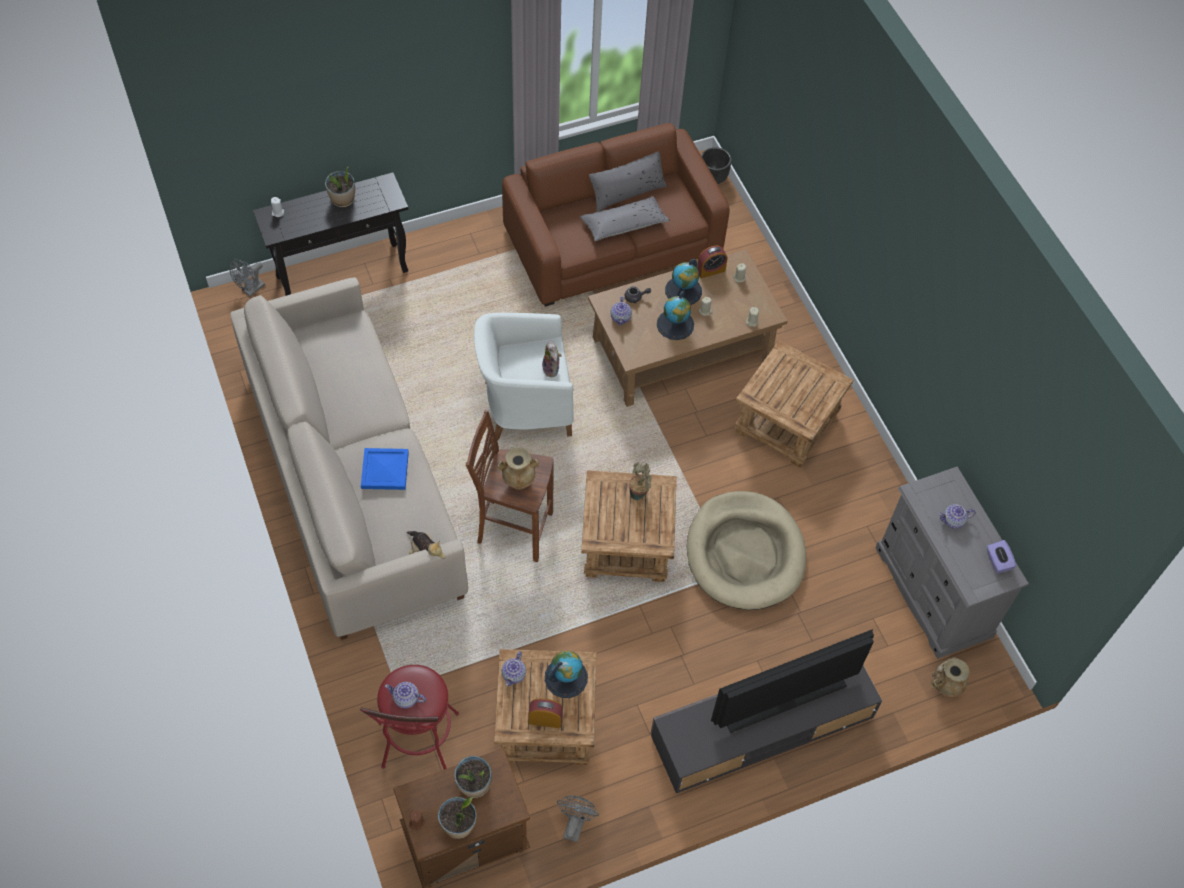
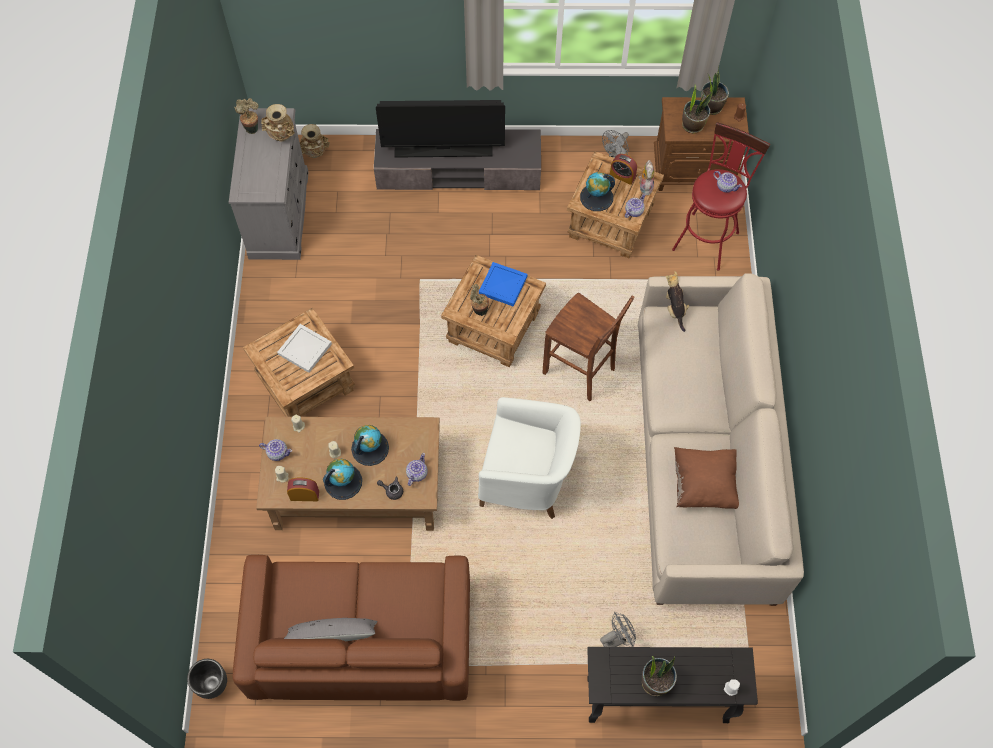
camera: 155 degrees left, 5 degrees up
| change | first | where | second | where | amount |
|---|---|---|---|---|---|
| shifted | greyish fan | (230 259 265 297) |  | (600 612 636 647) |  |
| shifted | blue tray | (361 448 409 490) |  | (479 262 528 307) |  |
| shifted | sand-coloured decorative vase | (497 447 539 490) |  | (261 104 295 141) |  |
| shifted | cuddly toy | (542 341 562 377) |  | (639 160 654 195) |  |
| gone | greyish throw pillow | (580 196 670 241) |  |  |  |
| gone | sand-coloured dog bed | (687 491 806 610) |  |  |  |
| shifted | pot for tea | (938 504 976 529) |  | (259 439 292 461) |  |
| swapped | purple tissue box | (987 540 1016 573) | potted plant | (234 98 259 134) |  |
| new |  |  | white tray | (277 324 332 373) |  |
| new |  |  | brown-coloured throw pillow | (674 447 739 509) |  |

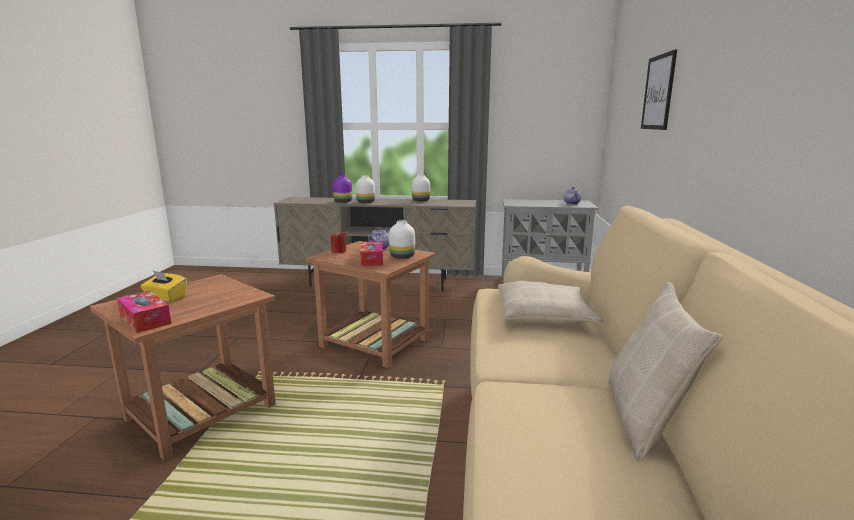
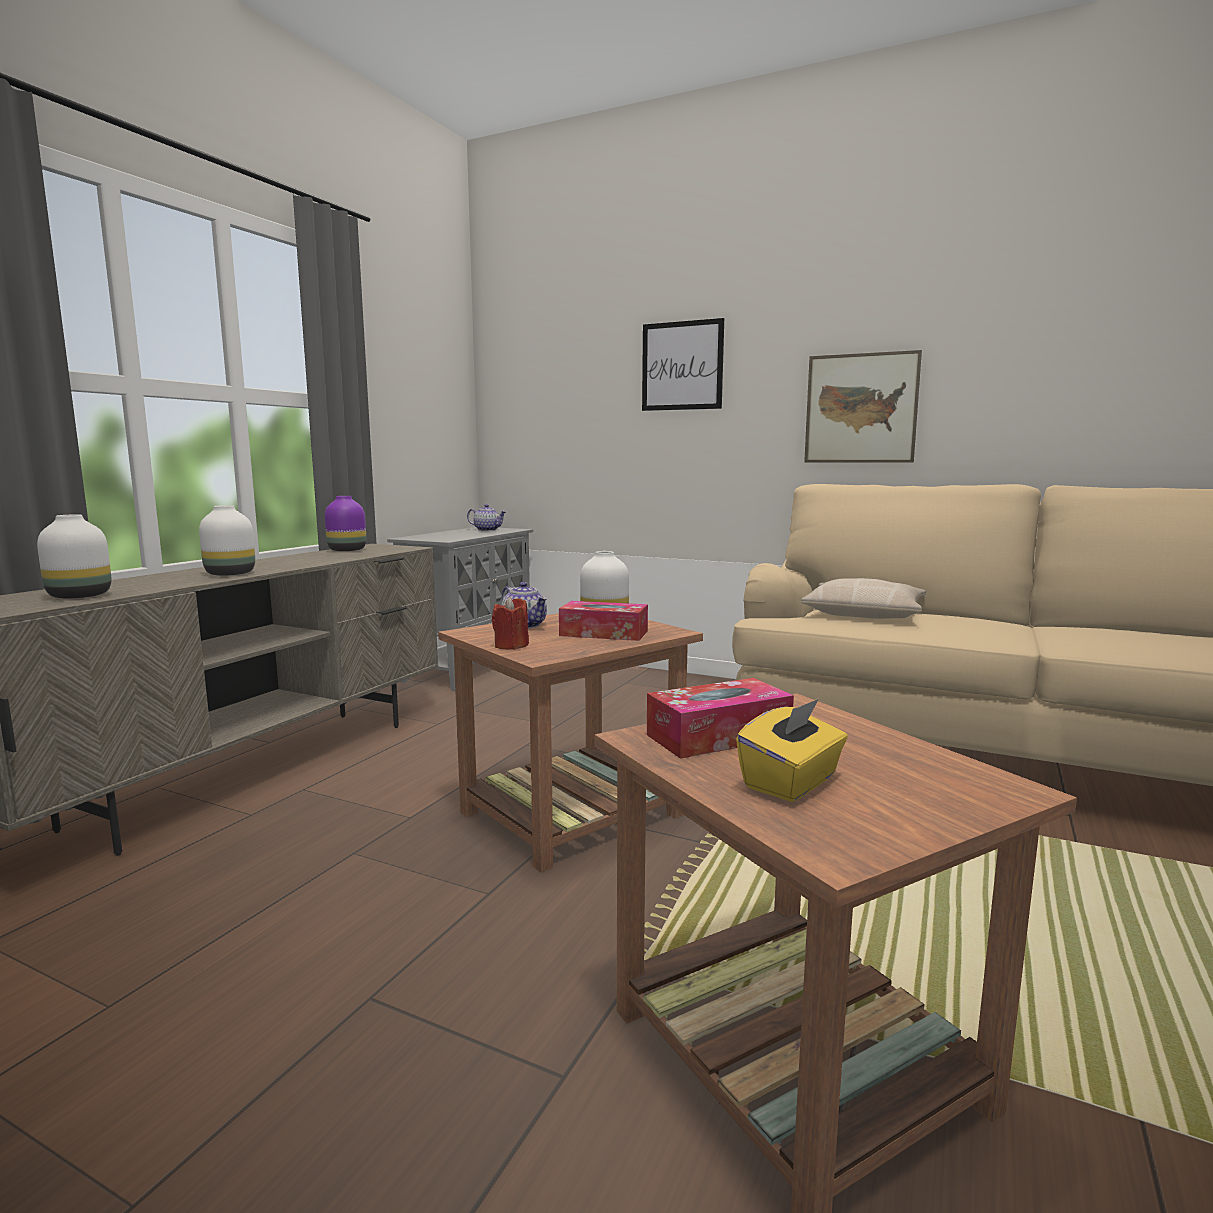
camera: 70 degrees left, 5 degrees down
| change | first | where | second | where | amount |
|---|---|---|---|---|---|
| shifted | tissue box | (117 291 171 333) |  | (647 678 794 759) |  |
| shifted | purple decorative vase | (333 175 352 203) |  | (325 496 366 551) |  |
| shifted | white decorative vase | (412 174 430 202) |  | (37 514 111 598) |  |
| gone | sand-coloured throw pillow | (608 282 722 461) |  |  |  |
| new |  |  | wall art | (804 350 922 463) |  |

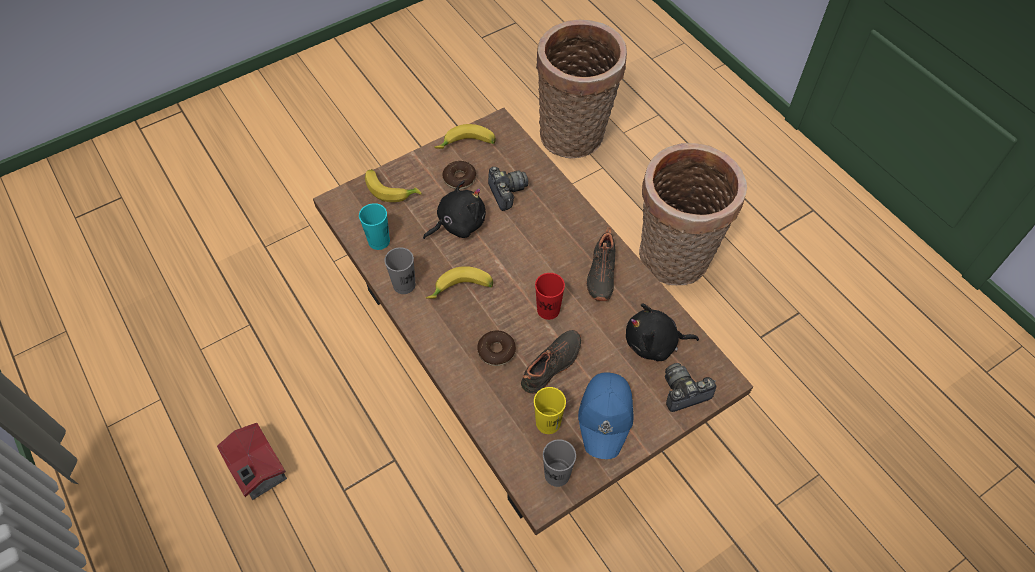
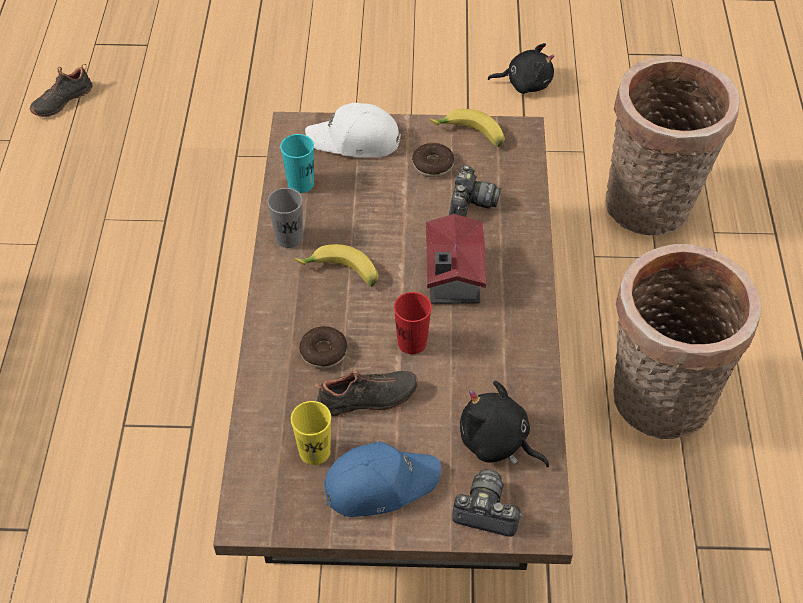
camera: 35 degrees right, 5 degrees down
| change | first | where | second | where | amount |
|---|---|---|---|---|---|
| shifted | model house | (217 423 287 500) |  | (426 214 486 304) |  |
| swapped | whole banana | (365 169 421 202) | white baseball cap | (305 103 401 157) |  |
| shifted | black-coloured cuddly toy | (423 181 486 239) |  | (488 43 554 94) |  |
| gone | greyish drinking cup | (543 439 576 487) |  |  |  |
| rotated | blue baseball cap | (578 373 634 459) |  | (324 441 441 517) | 150 degrees counterclockwise |
| shifted | black-coloured low shoe | (587 227 615 301) |  | (30 64 93 117) |  |

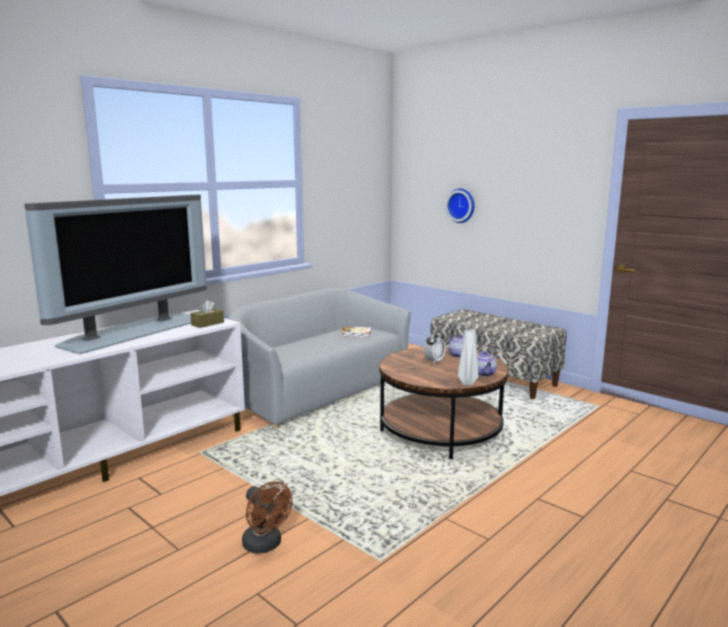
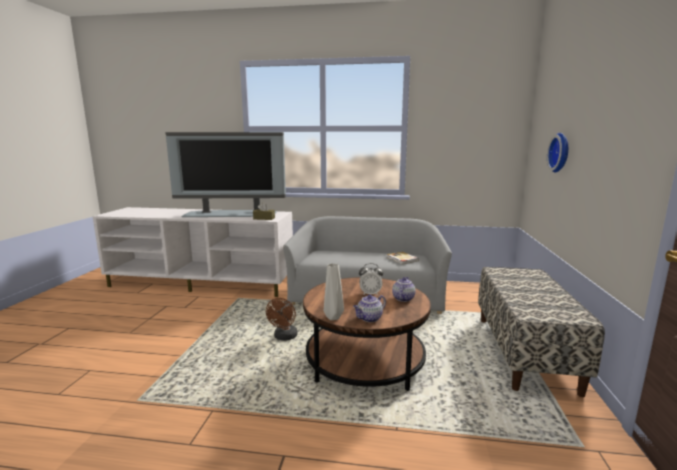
camera: 55 degrees right, 0 degrees up
| change | first | where | second | where | amount |
|---|---|---|---|---|---|
| shifted | brown-coloured fan | (242 481 293 553) |  | (266 298 298 340) |  |

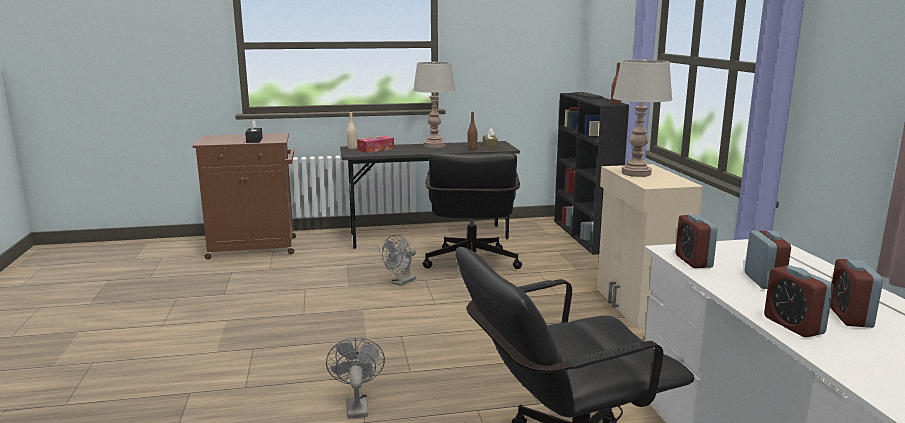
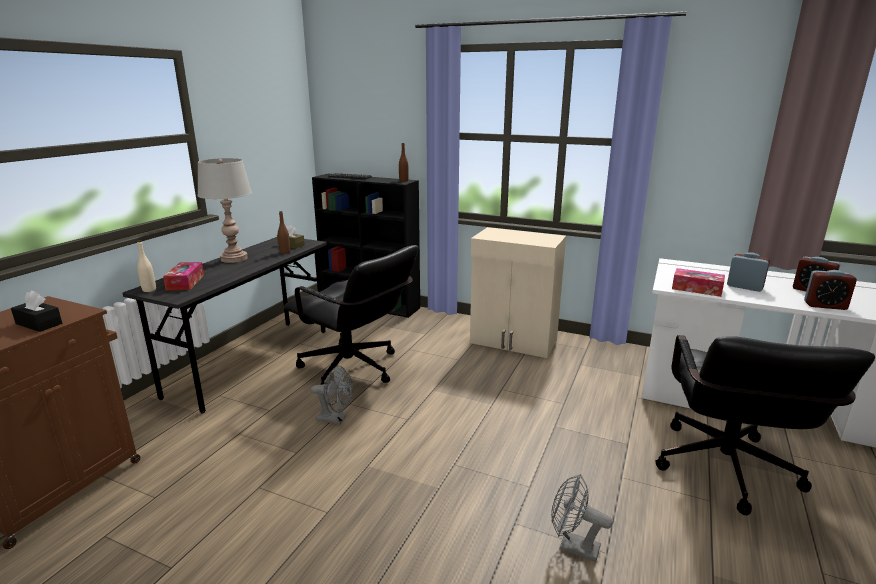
camera: 55 degrees left, 5 degrees up
| change | first | where | second | where | amount |
|---|---|---|---|---|---|
| rotated | greyish fan | (382 235 416 286) |  | (311 366 353 424) | 60 degrees counterclockwise |
| gone | greyish table lamp | (613 59 672 177) |  |  |  |
| swapped | table clock | (675 214 718 268) | tissue box | (672 268 725 297) |  |

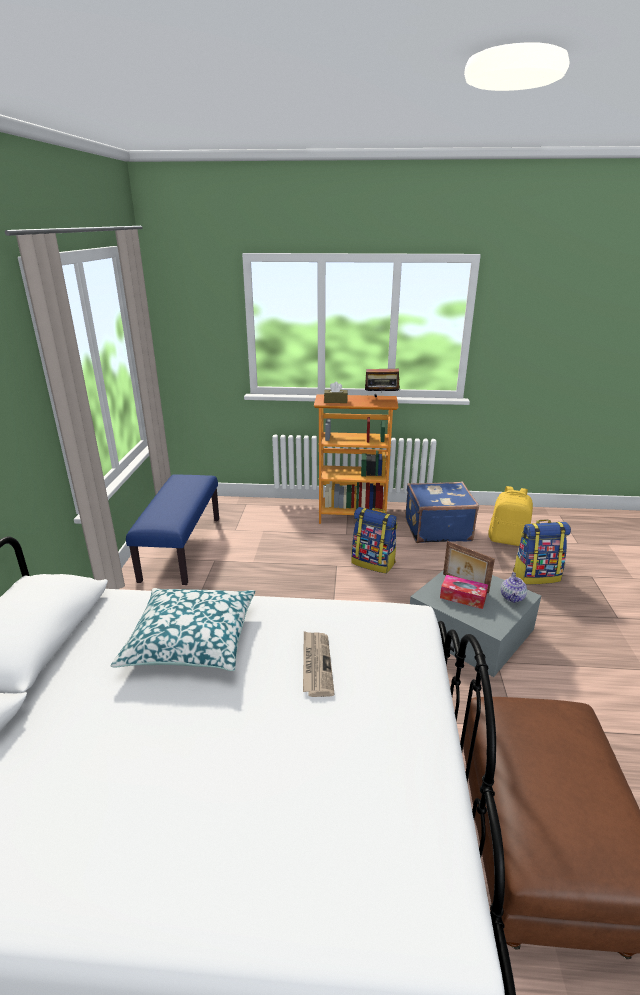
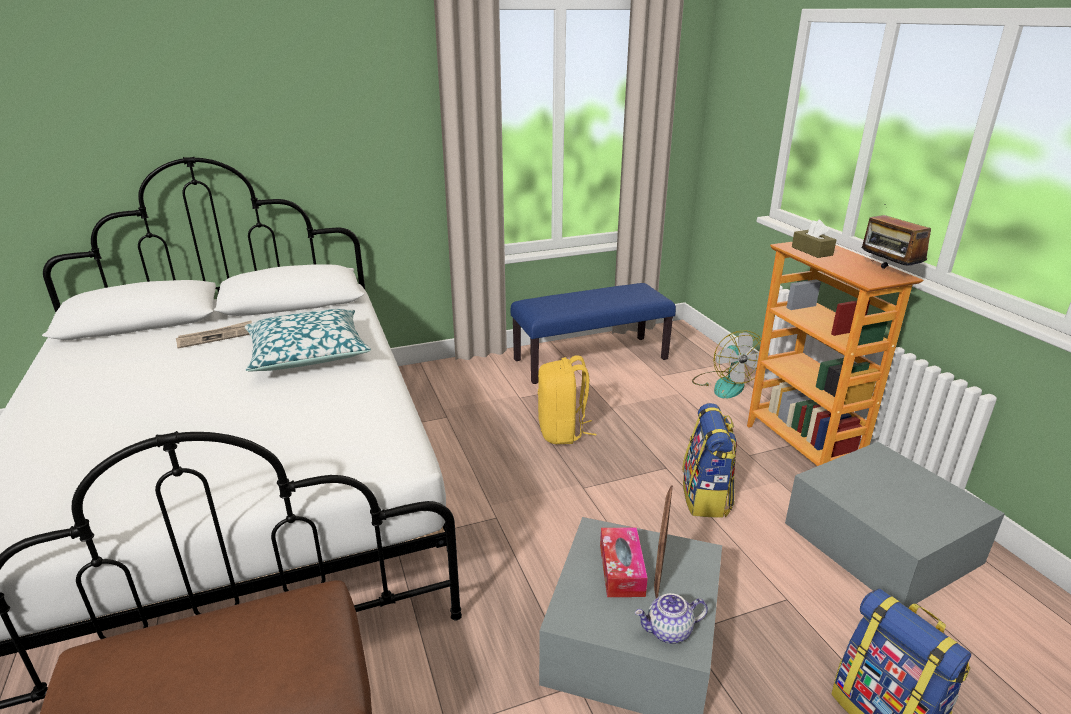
camera: 65 degrees right, 0 degrees up
| change | first | where | second | where | amount |
|---|---|---|---|---|---|
| shifted | printed paper | (303 631 335 697) |  | (176 320 252 348) |  |
| swapped | blue suitcase | (405 481 479 543) | greyish storage container | (785 442 1005 608) |  |
| shifted | yellowish knapsack | (488 486 533 546) |  | (538 355 596 444) |  |
| new |  |  | fan | (692 331 761 398) |  |

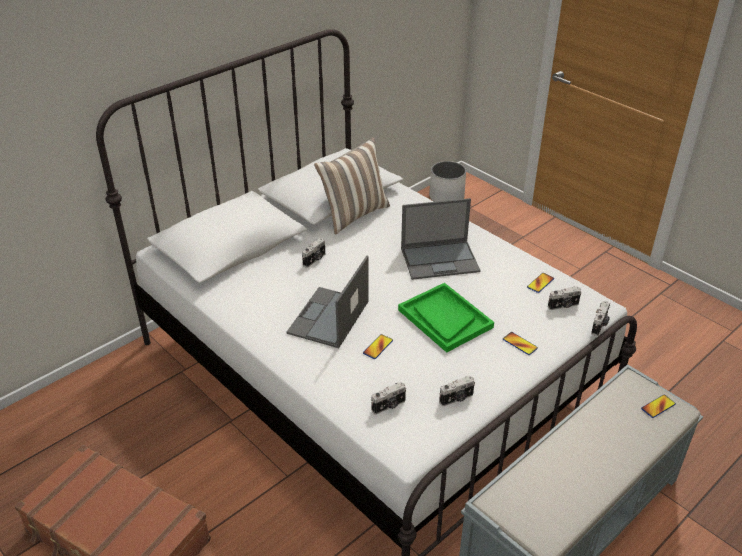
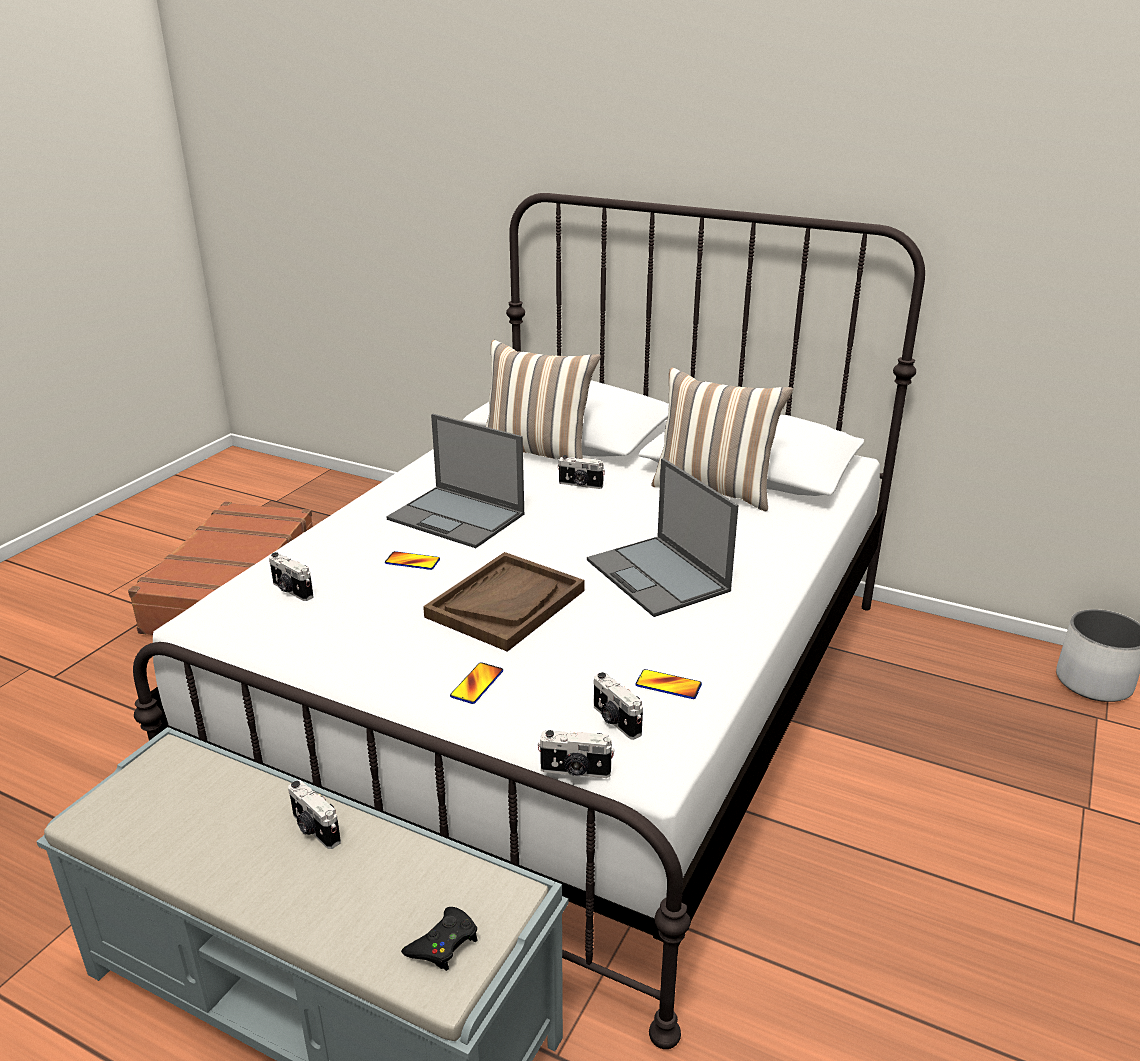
camera: 70 degrees right, 10 degrees down
| change | first | where | second | where | amount |
|---|---|---|---|---|---|
| rotated | laptop | (287 256 369 348) |  | (386 414 525 548) | 150 degrees counterclockwise |
| repainted | green tray | (398 283 494 353) | brown-coloured tray | (423 552 585 652) |  |
| shifted | photo camera | (439 376 475 406) |  | (288 780 341 849) |  |
| swapped | phone | (641 395 676 418) | black-coloured game controller | (401 907 477 971) |  |
| new |  |  | throw pillow | (486 340 601 460) |  |

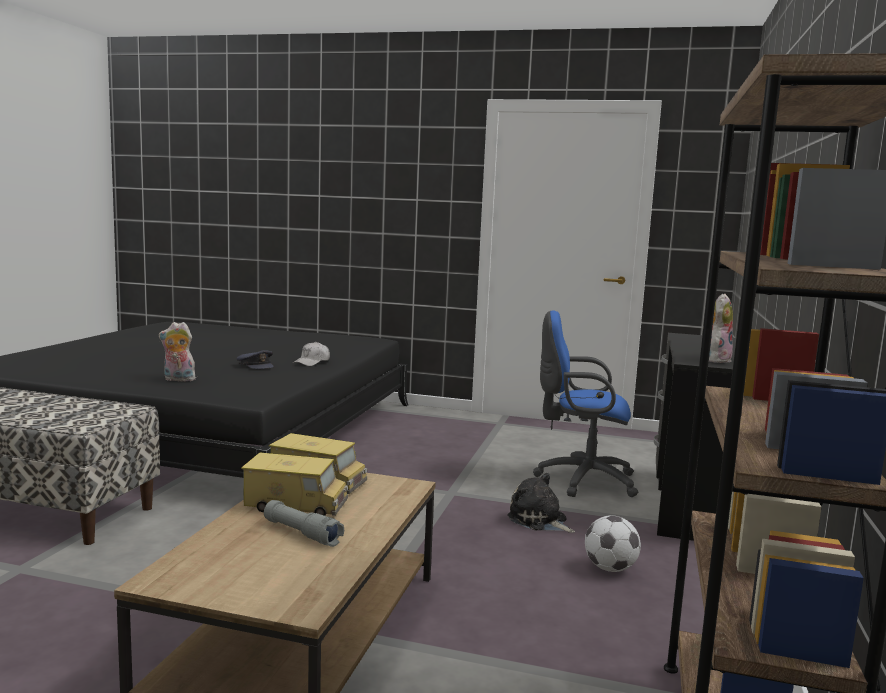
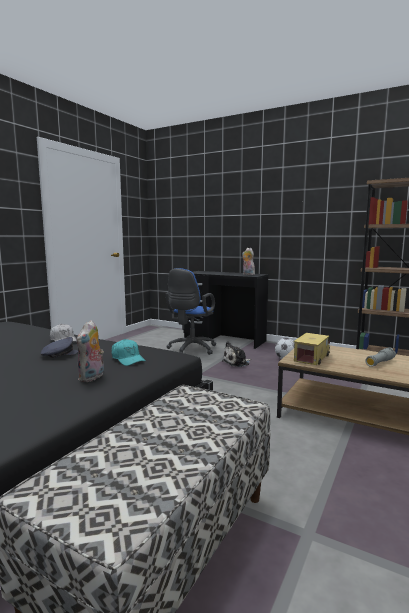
camera: 75 degrees left, 0 degrees up
| change | first | where | second | where | amount |
|---|---|---|---|---|---|
| gone | model truck | (241 452 348 516) |  |  |  |
| new |  |  | blue-green baseball cap | (112 339 146 366) |  |

